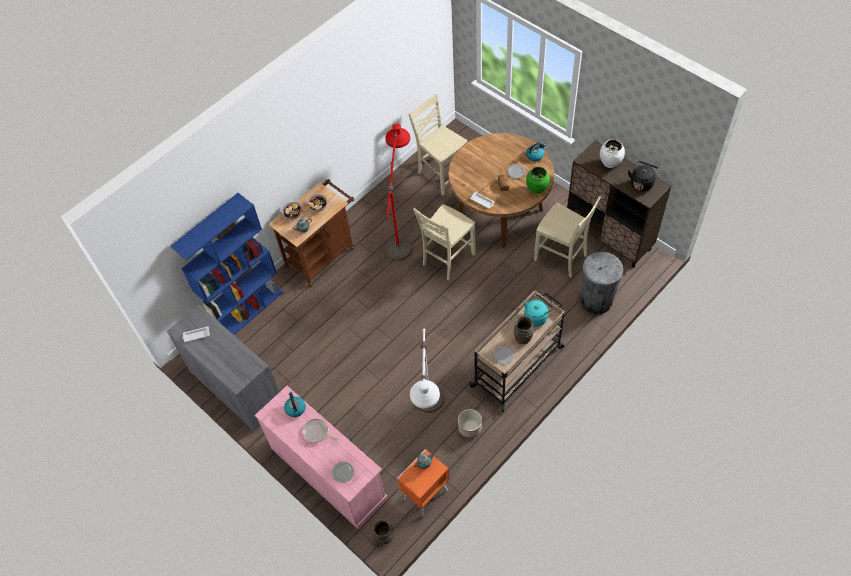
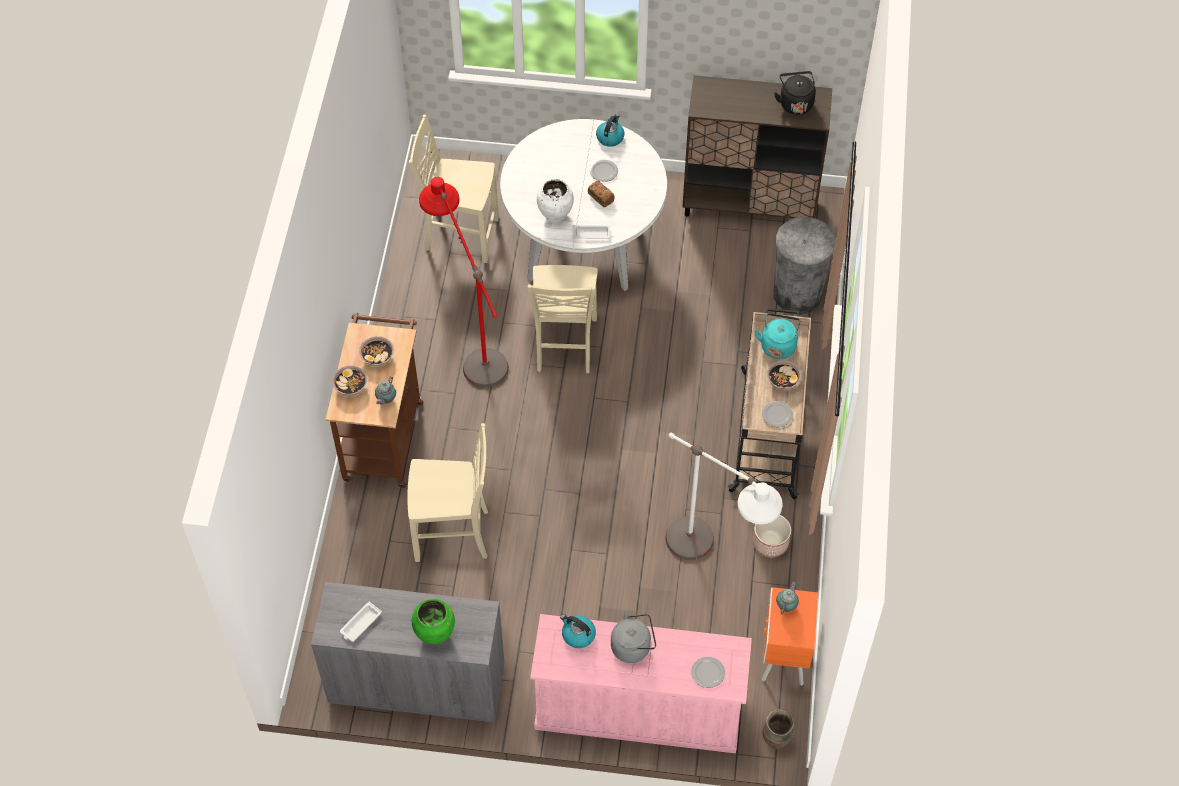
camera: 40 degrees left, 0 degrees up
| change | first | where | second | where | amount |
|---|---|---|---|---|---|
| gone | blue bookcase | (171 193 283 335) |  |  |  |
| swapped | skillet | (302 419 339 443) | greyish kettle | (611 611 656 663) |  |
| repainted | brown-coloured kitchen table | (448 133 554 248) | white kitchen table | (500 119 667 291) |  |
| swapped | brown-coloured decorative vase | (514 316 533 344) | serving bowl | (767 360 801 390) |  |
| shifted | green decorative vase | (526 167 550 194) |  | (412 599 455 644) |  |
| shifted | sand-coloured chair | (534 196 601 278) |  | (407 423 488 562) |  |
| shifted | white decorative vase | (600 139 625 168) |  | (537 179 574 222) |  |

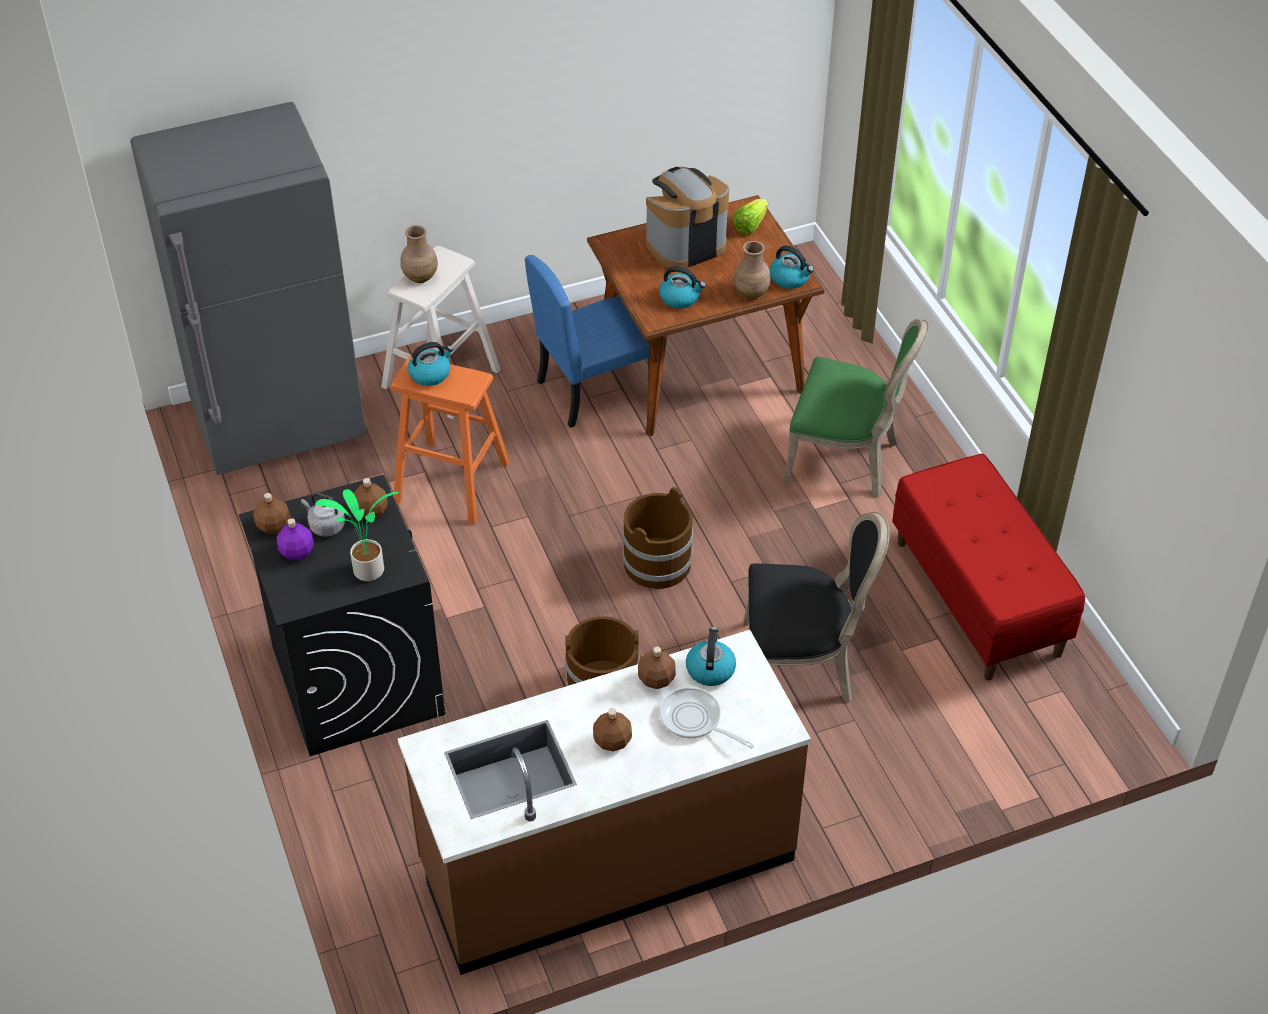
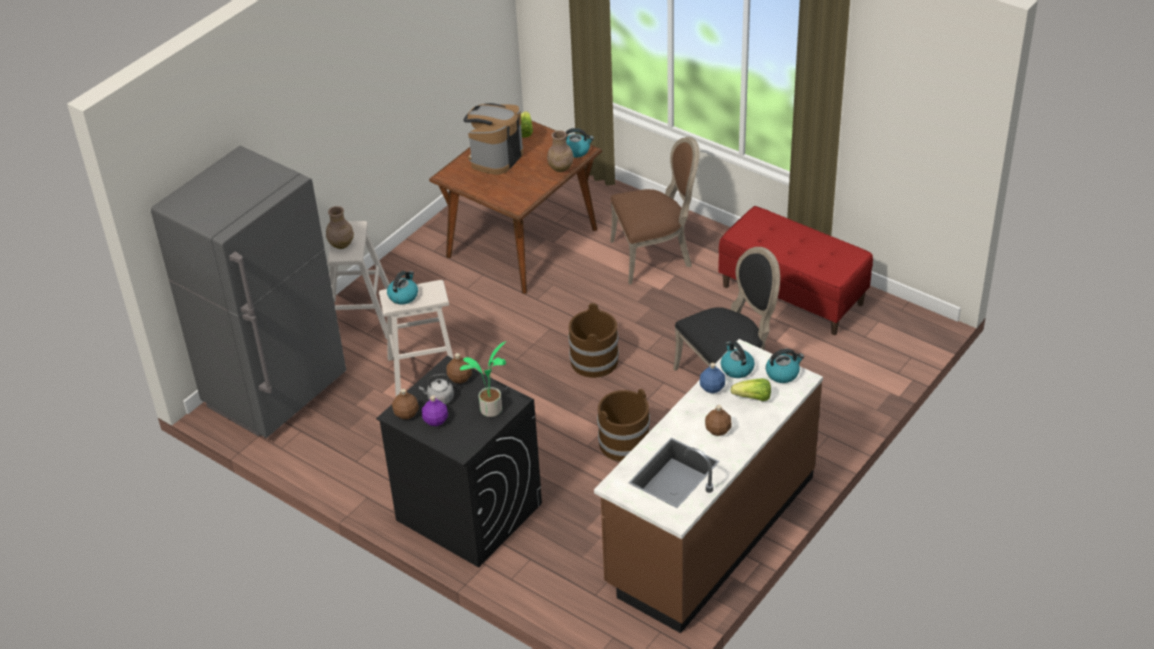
camera: 30 degrees left, 5 degrees down
| change | first | where | second | where | amount |
|---|---|---|---|---|---|
| repainted | orangey stool | (391 355 510 525) | sand-coloured stool | (379 280 454 396) |  |
| gone | blue chair | (525 255 649 428) |  |  |  |
| repainted | brown-coloured beverage bottle | (638 646 676 689) | blue beverage bottle | (700 363 725 393) |  |
| shifted | kettle | (659 266 706 309) |  | (766 349 804 383) |  |
| swapped | skillet | (660 687 755 749) | lettuce head | (731 378 771 401) |  |
| repainted | green chair | (782 319 929 497) | brown-coloured chair | (610 137 700 285) |  |

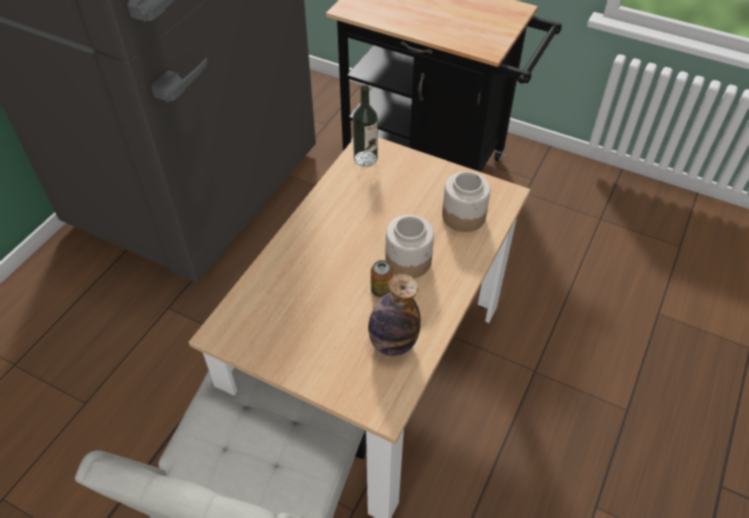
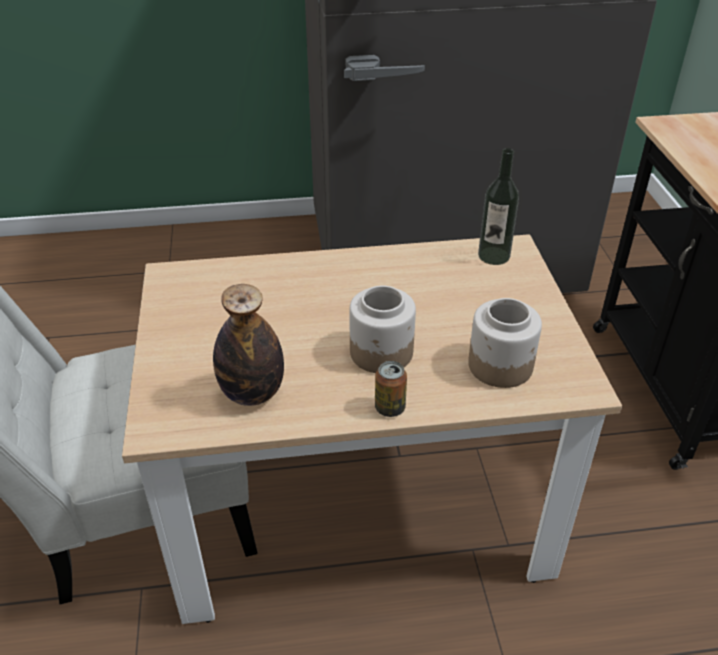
camera: 55 degrees right, 10 degrees down
| change | first | where | second | where | amount |
|---|---|---|---|---|---|
| shifted | metal can | (371 260 393 297) |  | (375 361 407 417) |  |

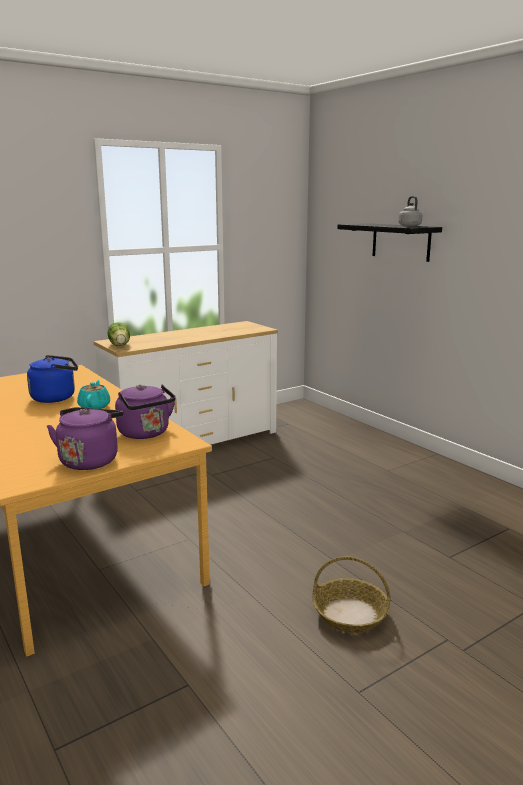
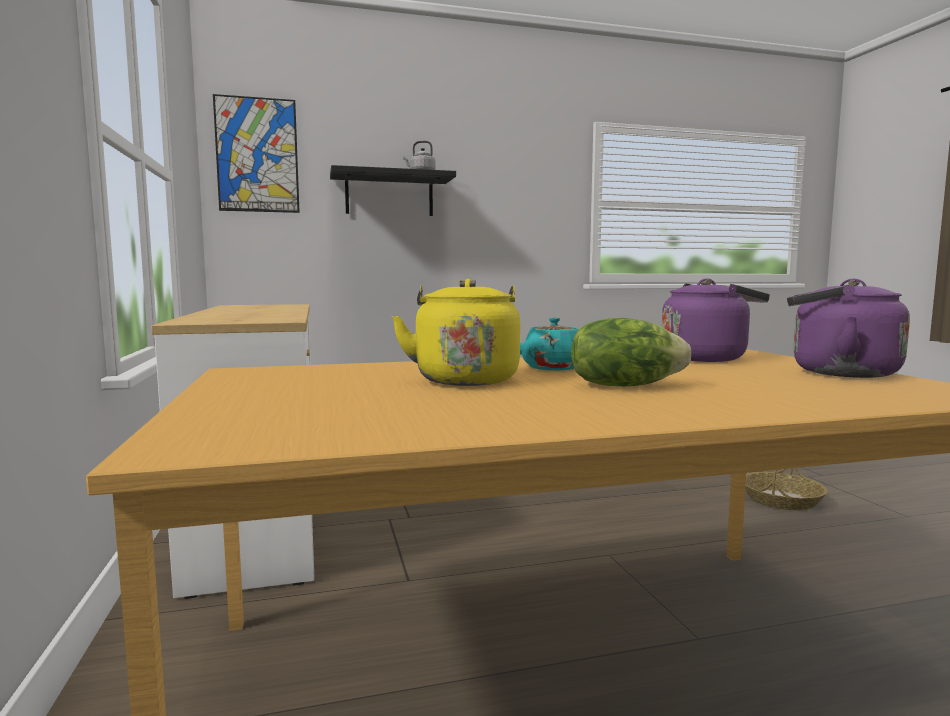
camera: 70 degrees left, 10 degrees down
| change | first | where | second | where | amount |
|---|---|---|---|---|---|
| repainted | blue kettle | (27 355 78 403) | yellowish kettle | (392 279 520 386) |  |
| shifted | lettuce head | (108 323 130 346) |  | (571 318 691 386) |  |
| new |  |  | wall art | (213 94 300 213) |  |

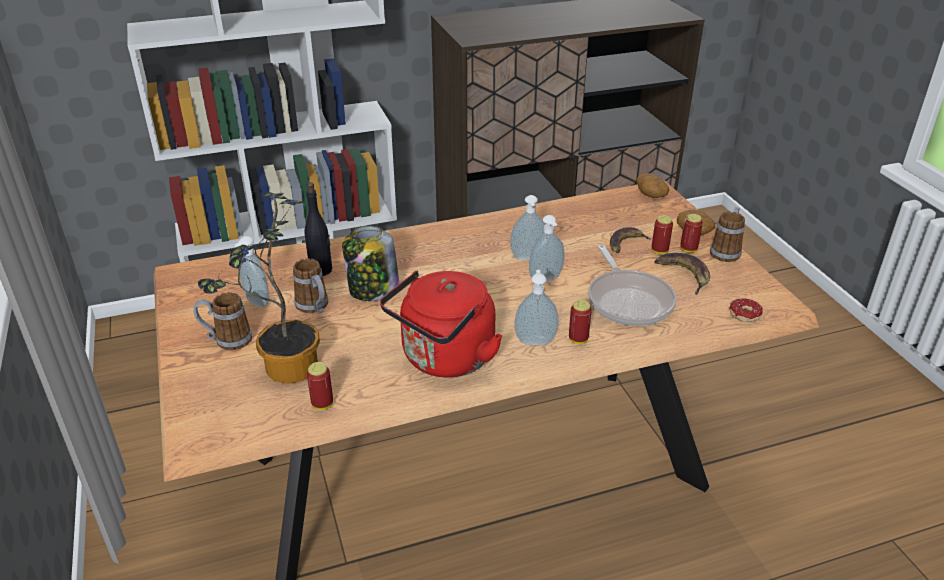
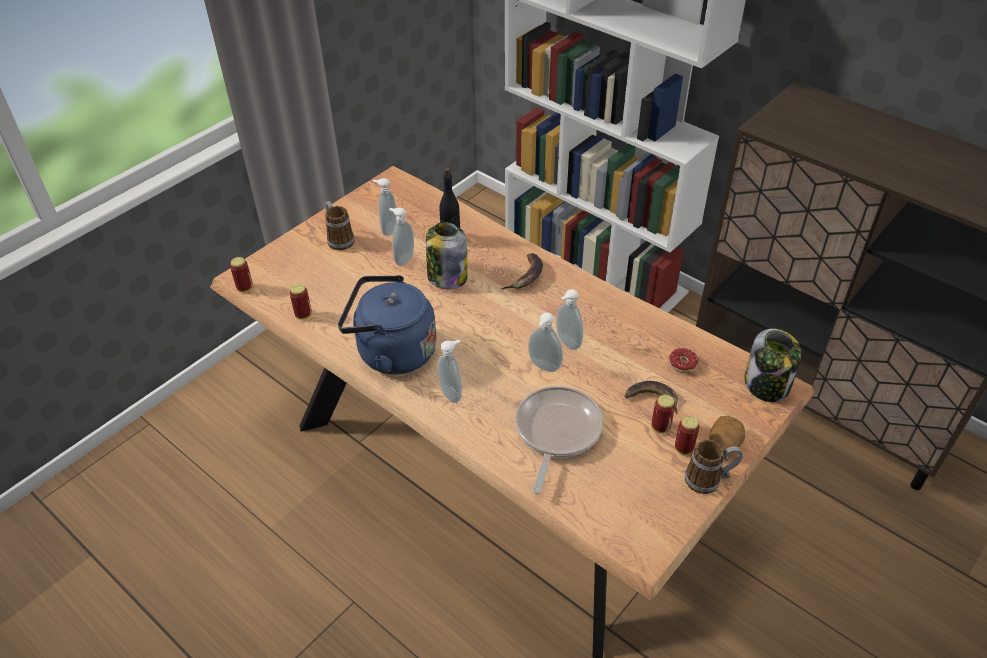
camera: 60 degrees right, 10 degrees up
| change | first | where | second | where | amount |
|---|---|---|---|---|---|
| gone | potted plant | (198 192 320 383) |  |  |  |
| swapped | coffee mug | (293 258 328 314) | soap bottle | (389 208 414 266) |  |
| repainted | reddish kettle | (380 270 502 377) | blue kettle | (338 275 437 375) |  |
| shifted | metal can | (569 300 592 344) |  | (230 257 253 292) |  |
| rotated | skillet | (588 245 677 326) |  | (515 386 603 494) | 150 degrees clockwise |
| swapped | potato | (637 173 669 198) | jar | (745 329 801 402) |  |
| shifted | whole banana | (654 253 710 295) |  | (501 253 543 290) |  |
| shifted | doughnut | (729 298 763 322) |  | (669 348 699 373) |  |

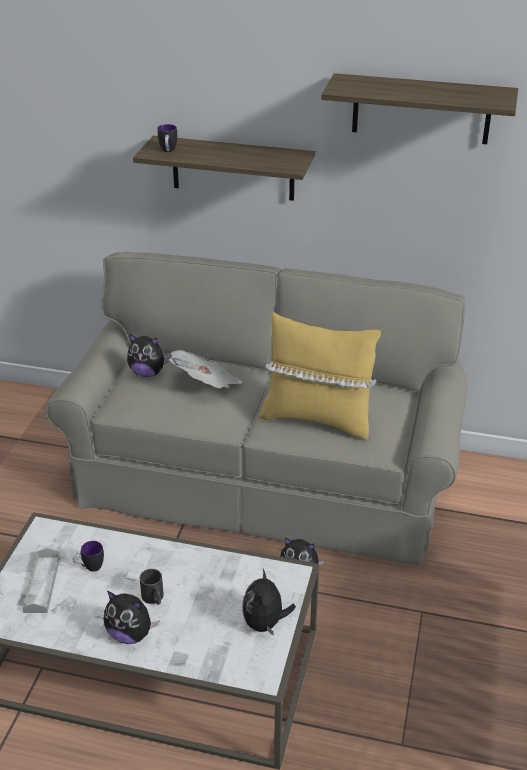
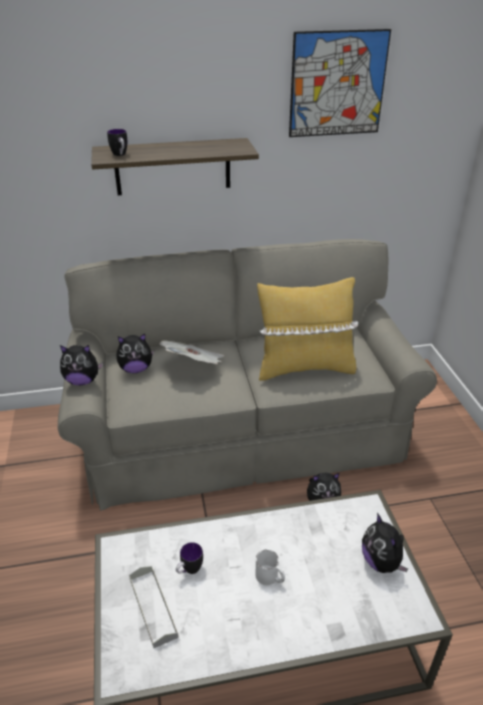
camera: 25 degrees left, 0 degrees up
| change | first | where | second | where | amount |
|---|---|---|---|---|---|
| shifted | cuddly toy | (104 590 159 644) |  | (60 345 103 385) |  |
| repainted | black-coloured coffee mug | (140 569 164 605) | white coffee mug | (256 549 285 585) |  |
| swapped | wall shelf | (321 73 518 144) | wall art | (289 29 391 137) |  |

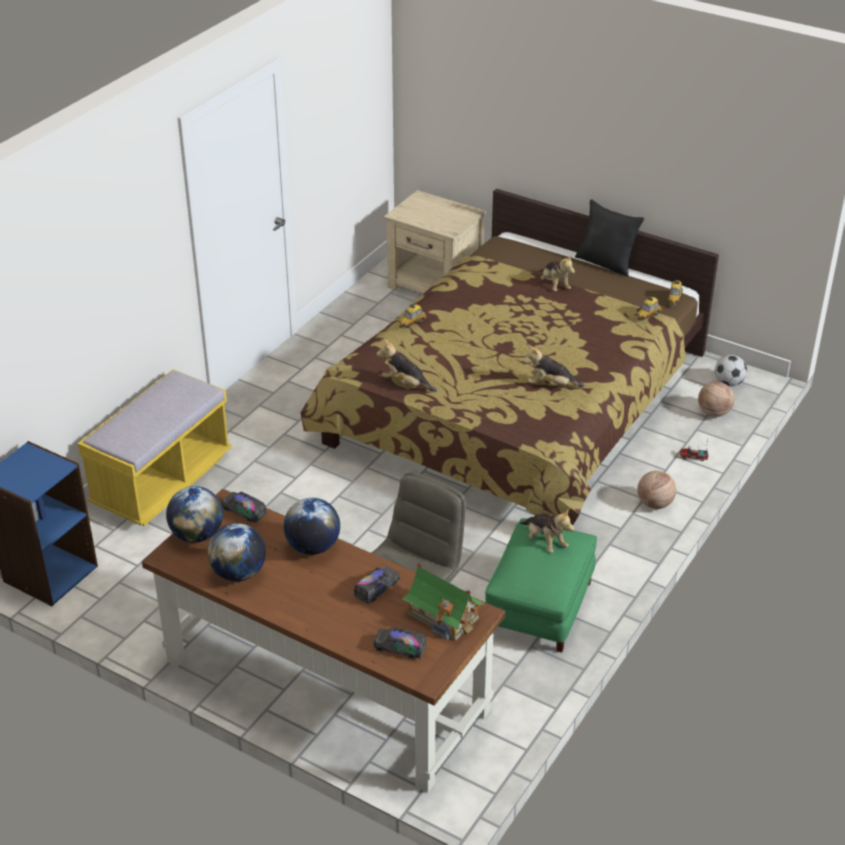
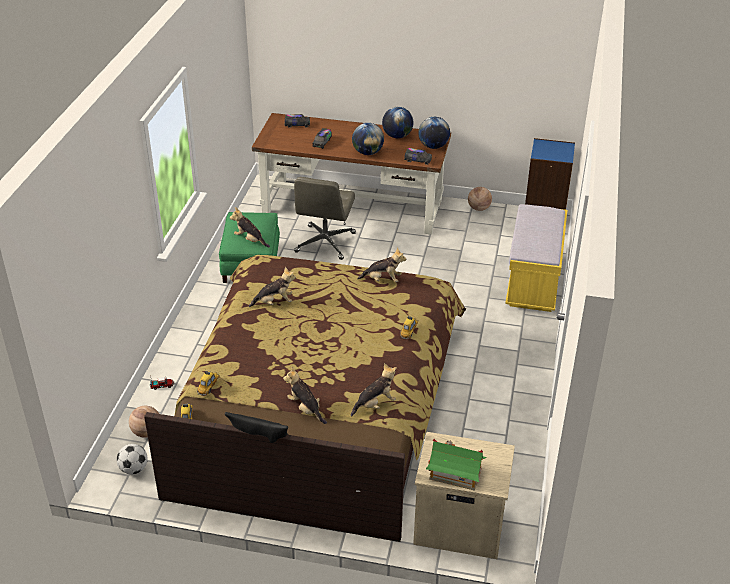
camera: 160 degrees right, 0 degrees up
| change | first | where | second | where | amount |
|---|---|---|---|---|---|
| shifted | model house | (402 563 485 641) |  | (426 439 487 491) |  |
| shifted | basketball ball | (637 471 676 509) |  | (468 187 492 211) |  |
| new |  |  | cuddly toy | (351 363 397 417) |  |

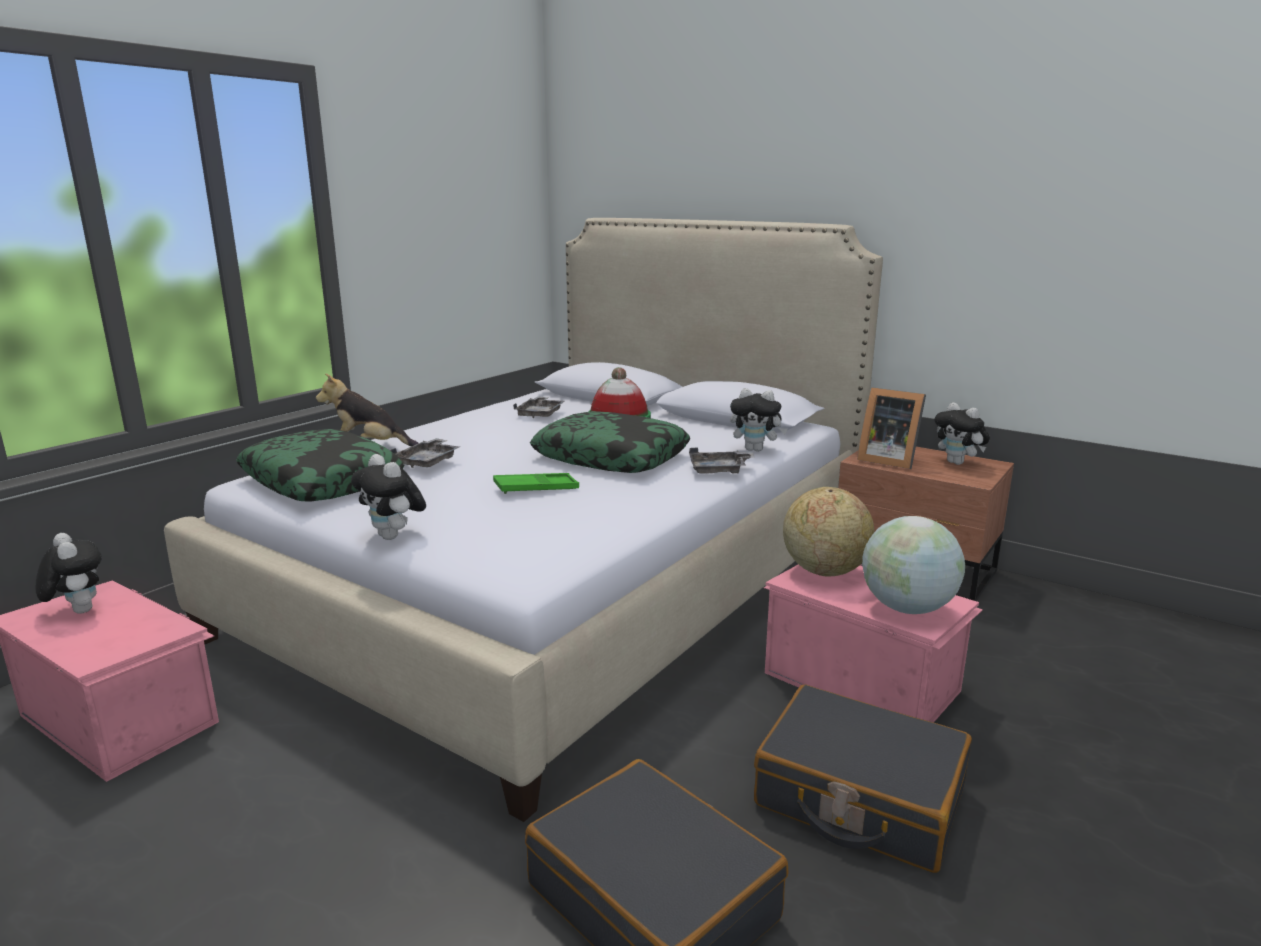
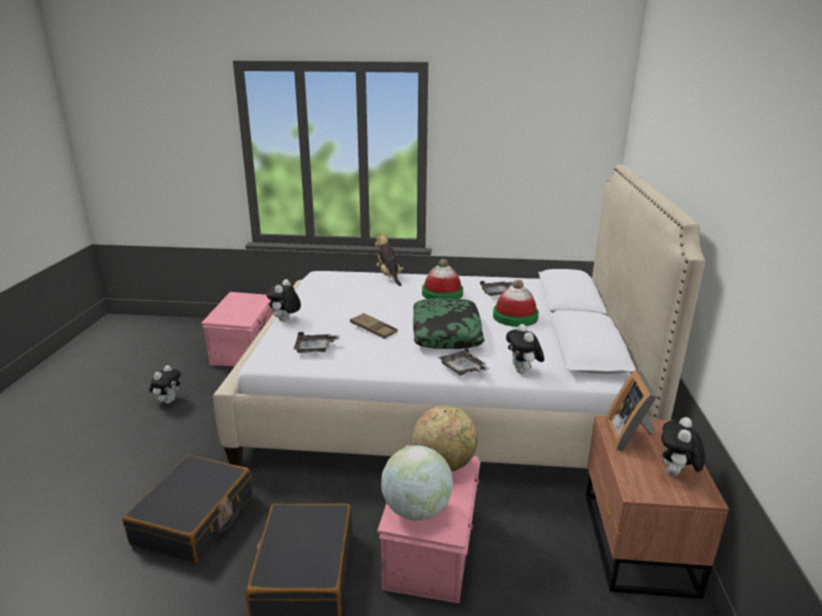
camera: 60 degrees right, 5 degrees up
| change | first | where | second | where | amount |
|---|---|---|---|---|---|
| shifted | cuddly toy | (35 533 102 614) |  | (149 365 181 404) |  |
| gone | throw pillow | (236 429 404 502) |  |  |  |
| shifted | greyish tray | (390 438 460 468) |  | (294 332 340 353) |  |
| repainted | green tray | (493 473 579 494) | brown-coloured tray | (350 313 398 339) |  |
| new |  |  | wearable hat | (422 259 463 299) |  |

